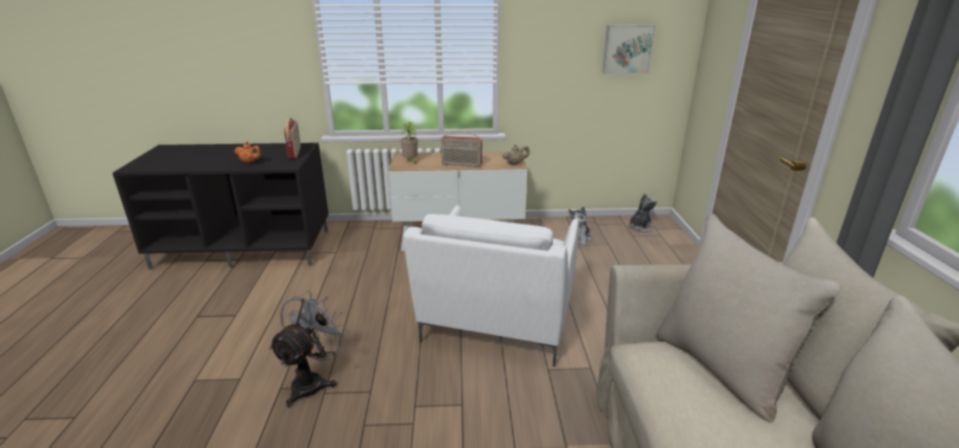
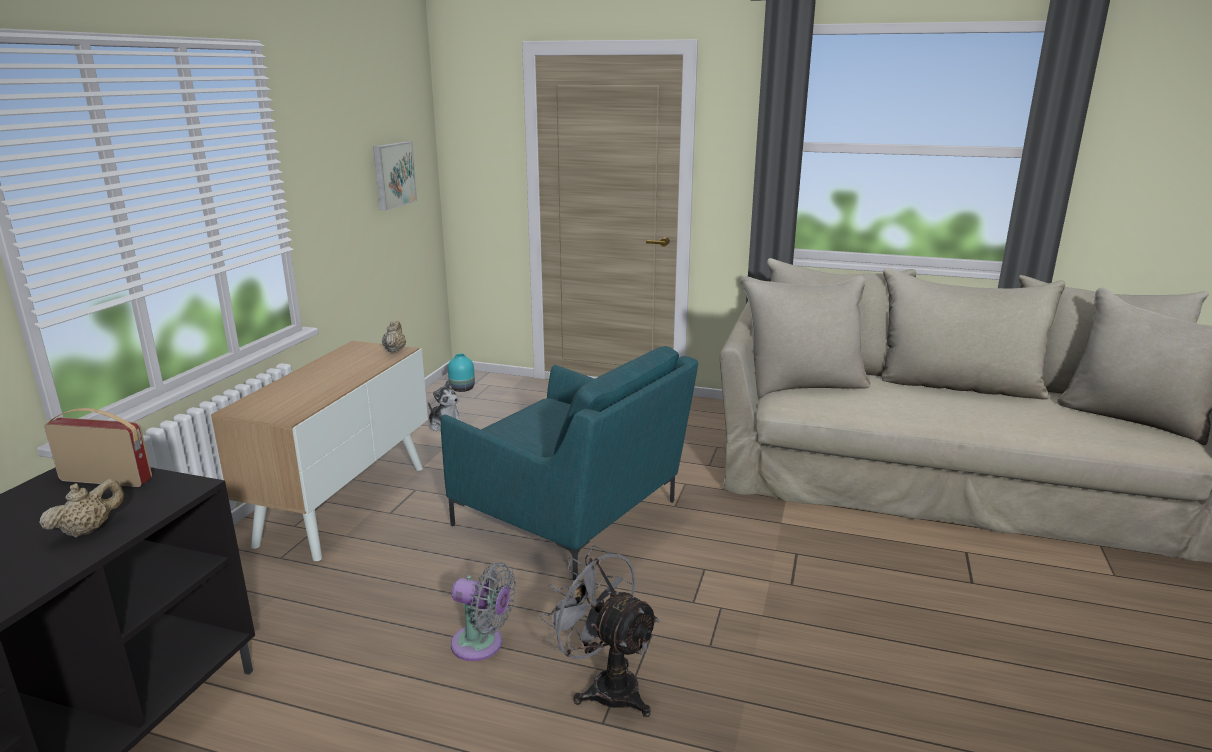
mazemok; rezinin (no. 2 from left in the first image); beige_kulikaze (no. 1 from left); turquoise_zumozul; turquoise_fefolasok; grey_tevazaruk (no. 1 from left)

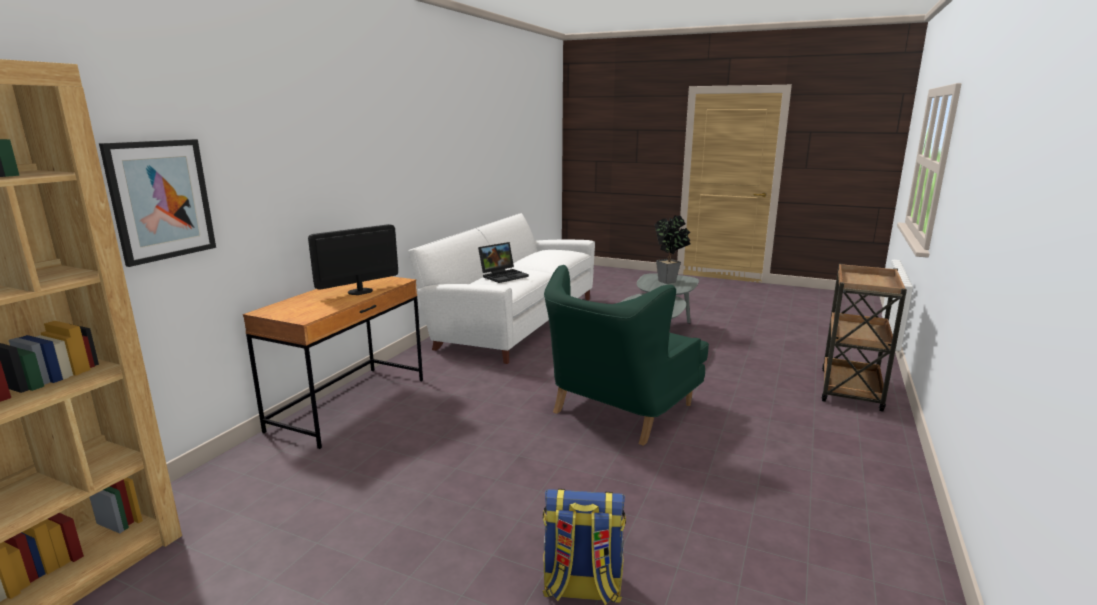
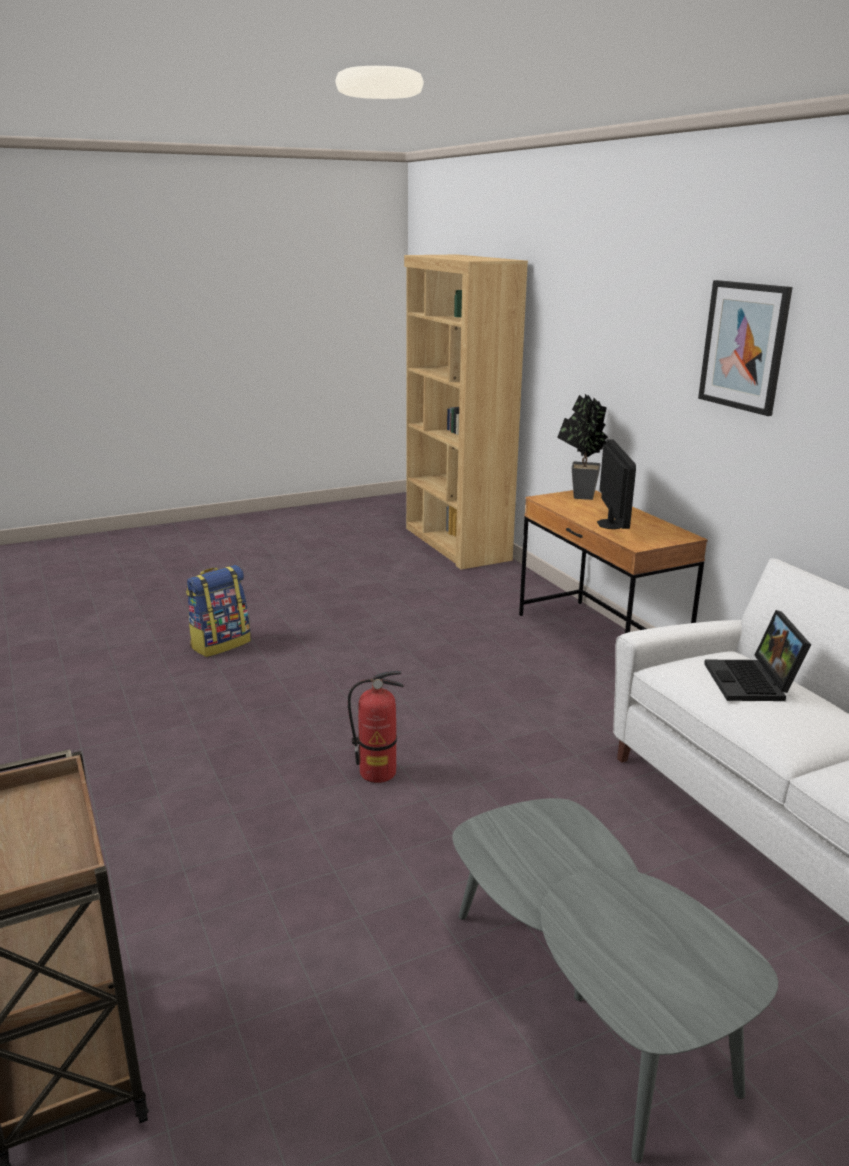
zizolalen; mazemok; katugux

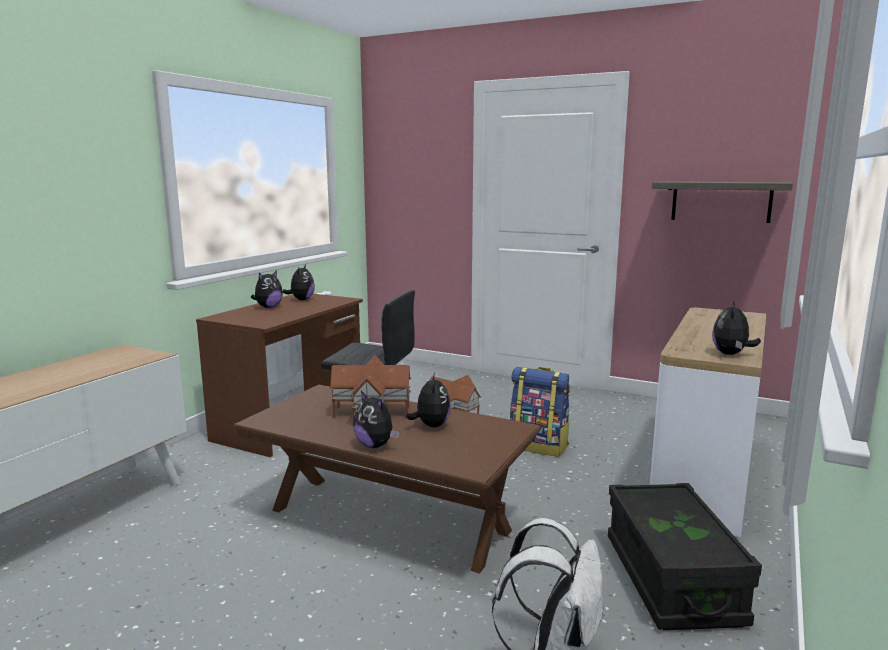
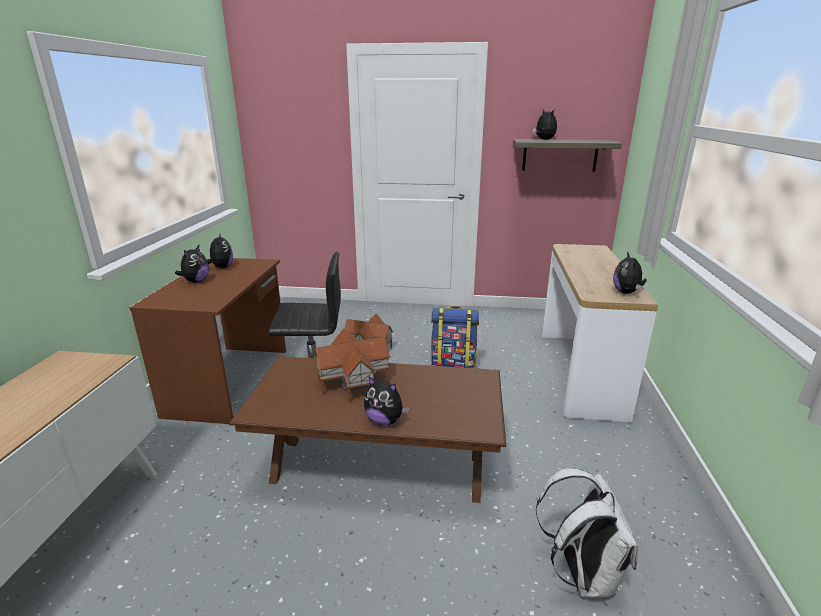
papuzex (no. 4 from left); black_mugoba

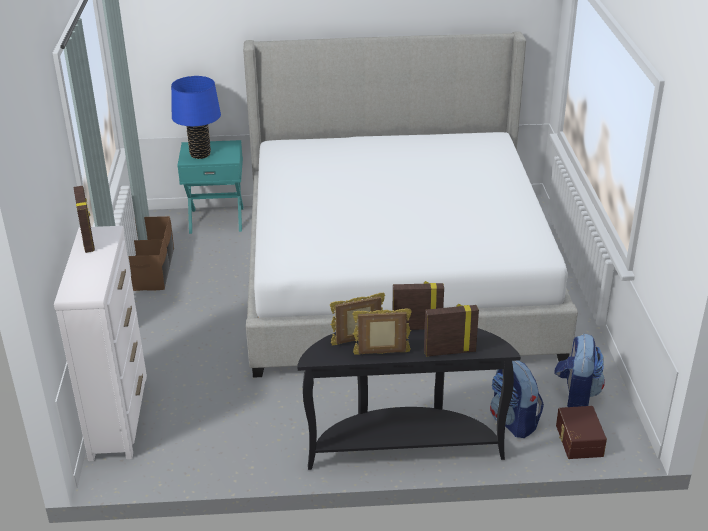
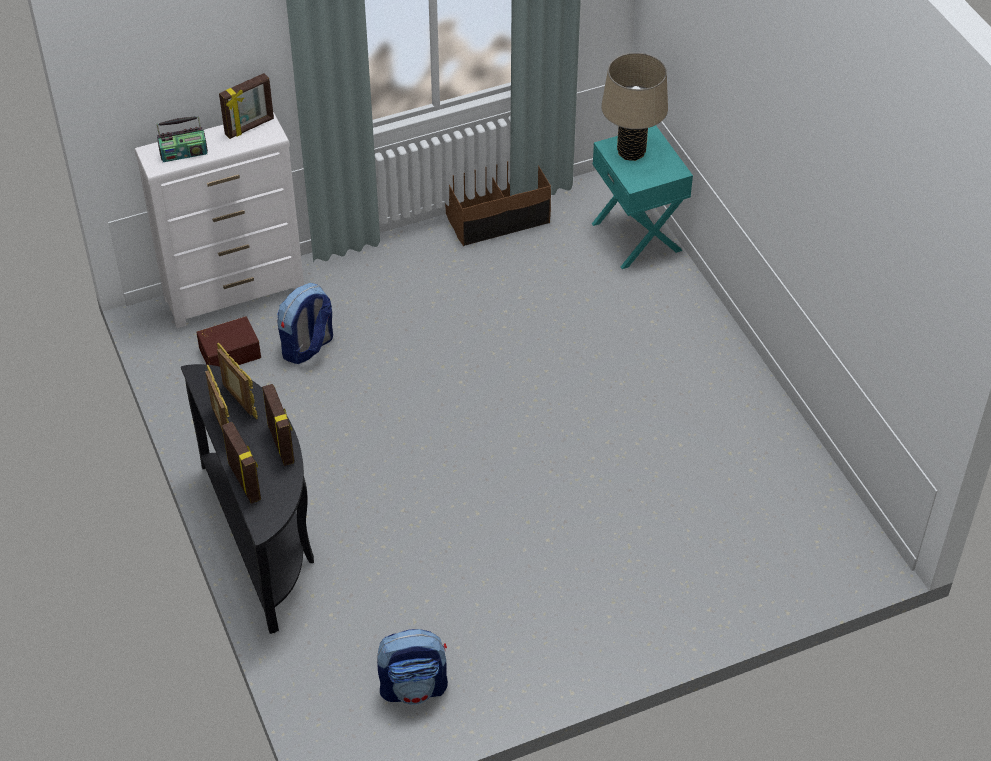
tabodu; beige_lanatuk; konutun (no. 1 from left); brown_mugoba (no. 1 from left); rezinin

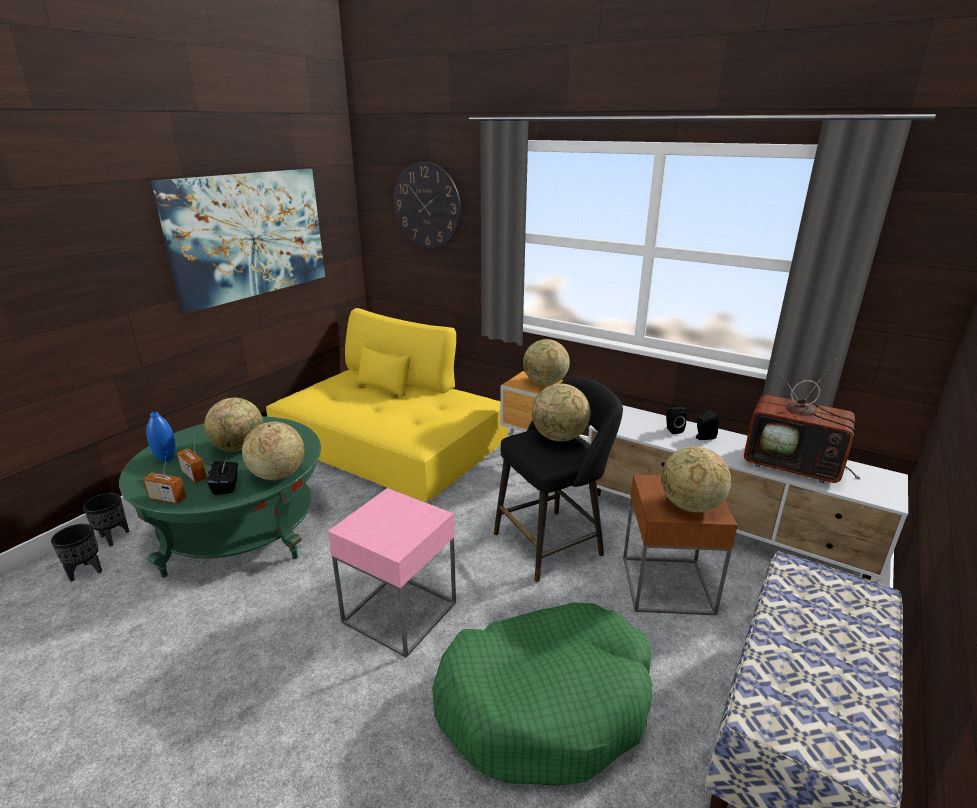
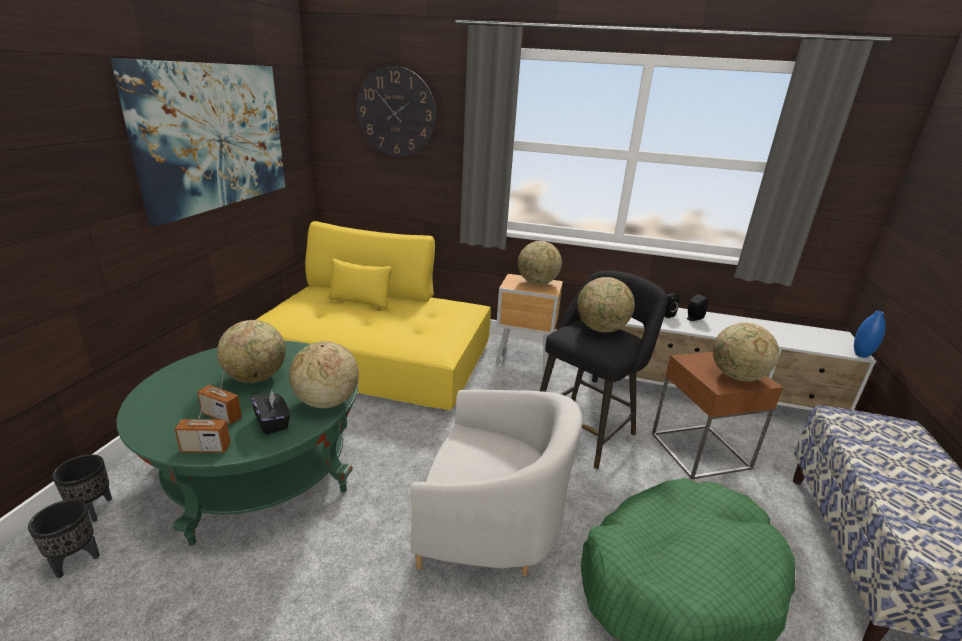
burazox; blue_zumozul; white_fefolasok

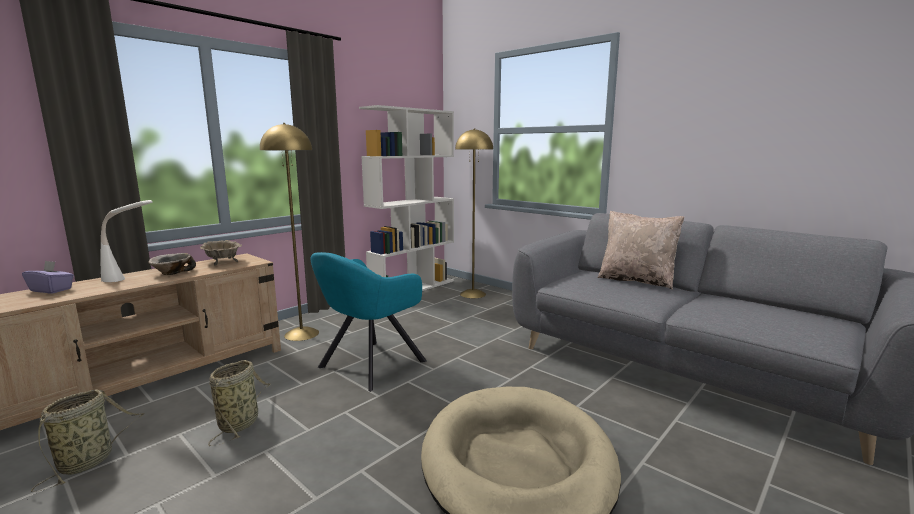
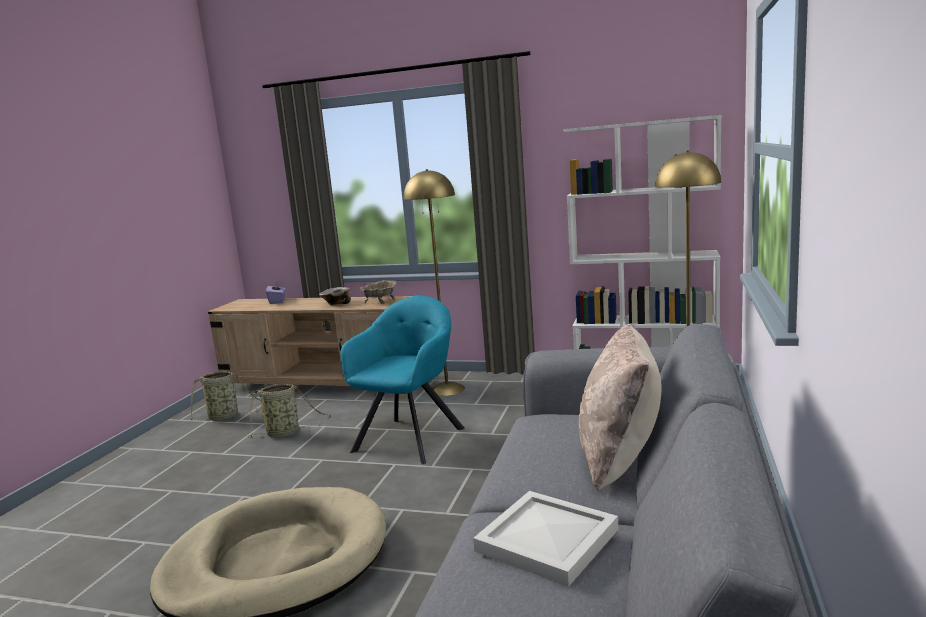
white_lanatuk; turquoise_fefolasok; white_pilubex

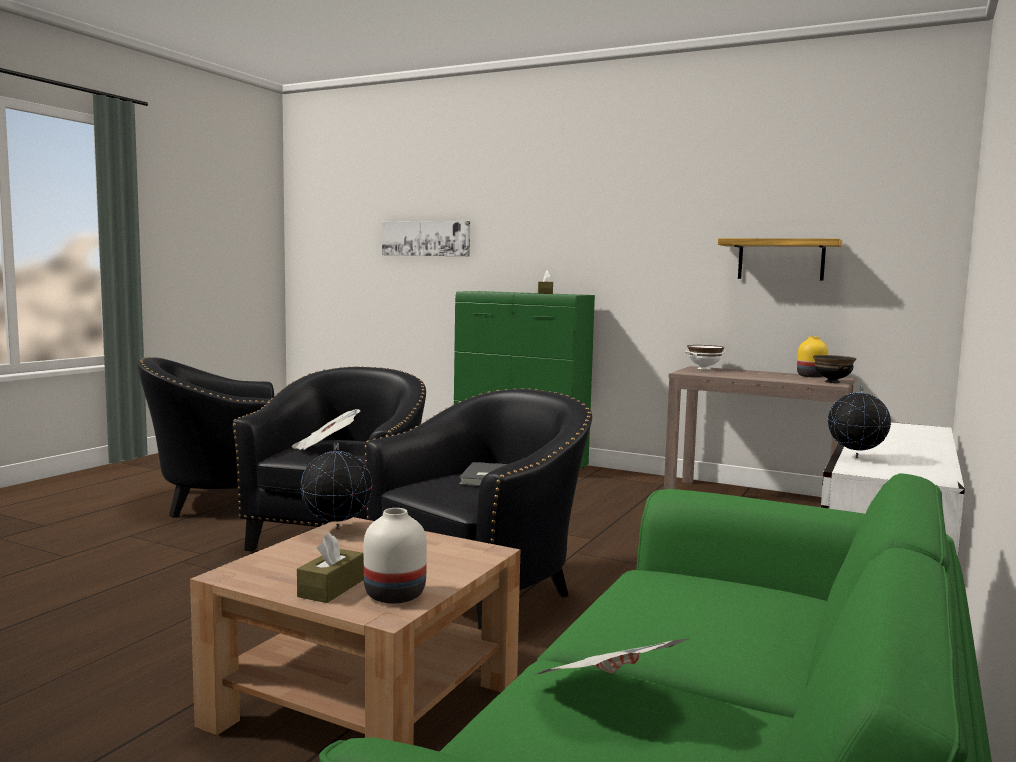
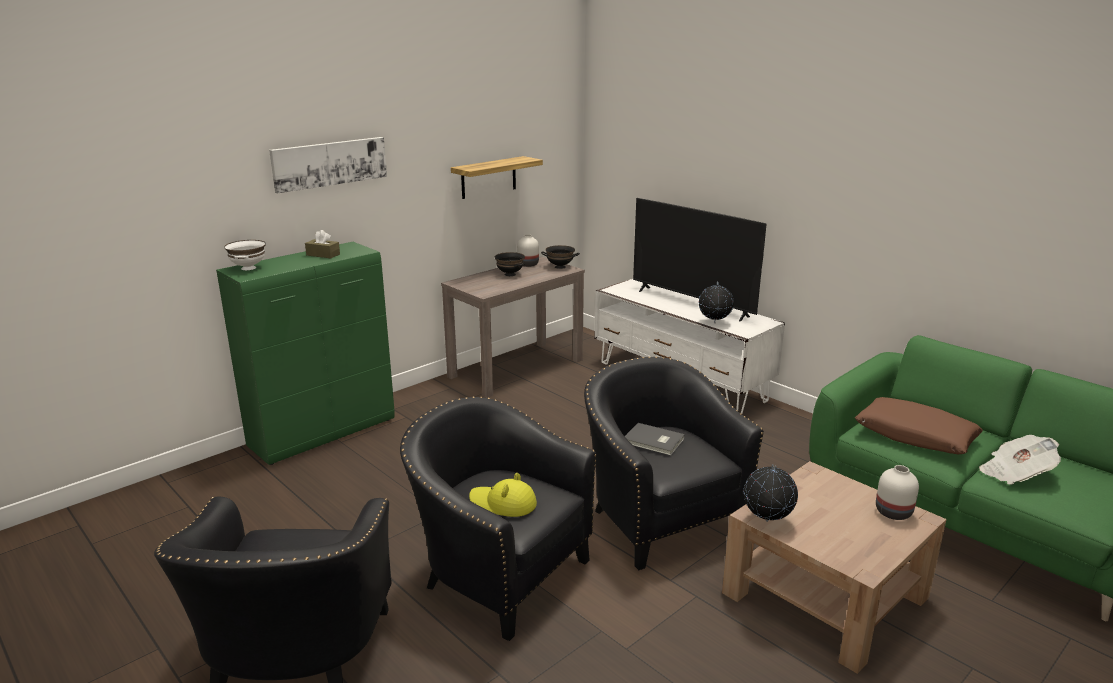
zizolalen; white_zumozul (no. 1 from left); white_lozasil; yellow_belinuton; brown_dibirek (no. 1 from left in the first image); burazox; black_lozasil (no. 1 from left); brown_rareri

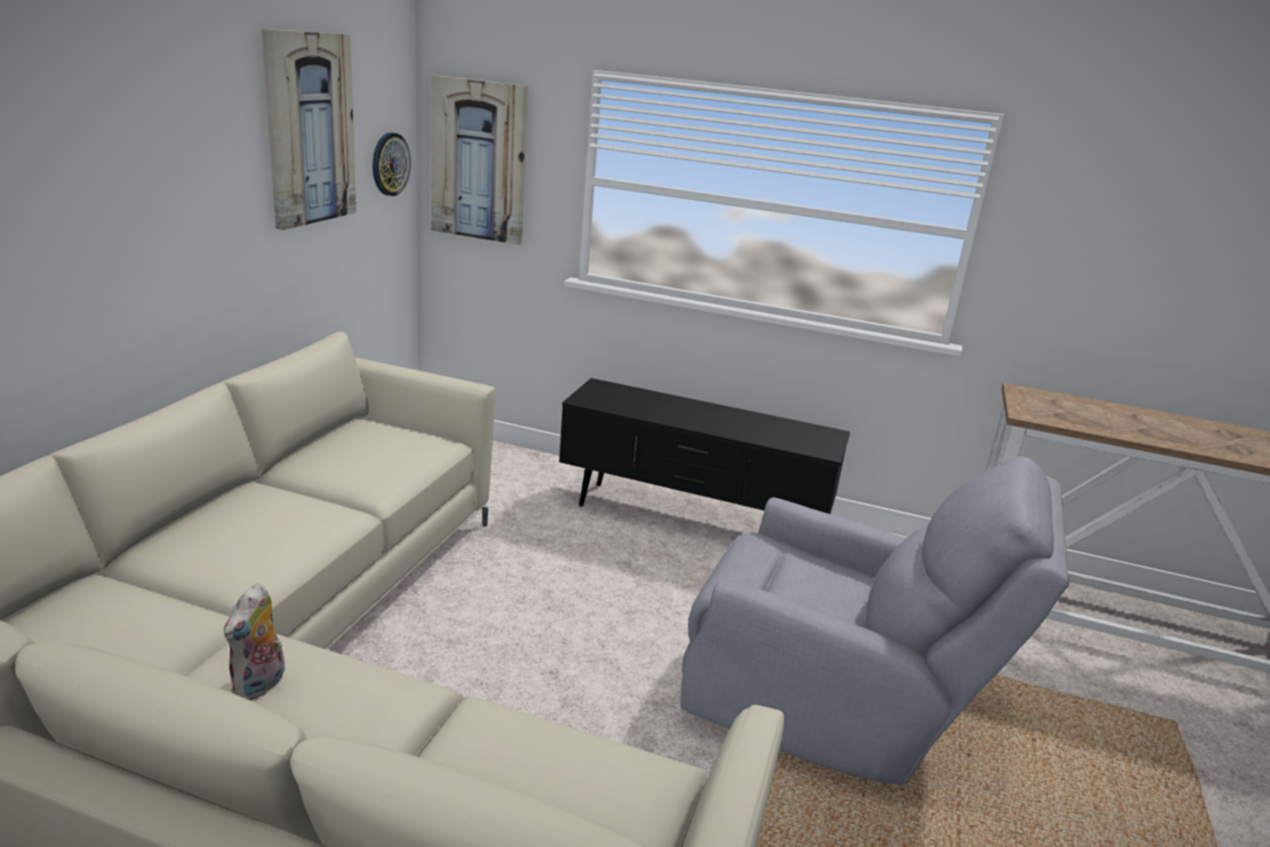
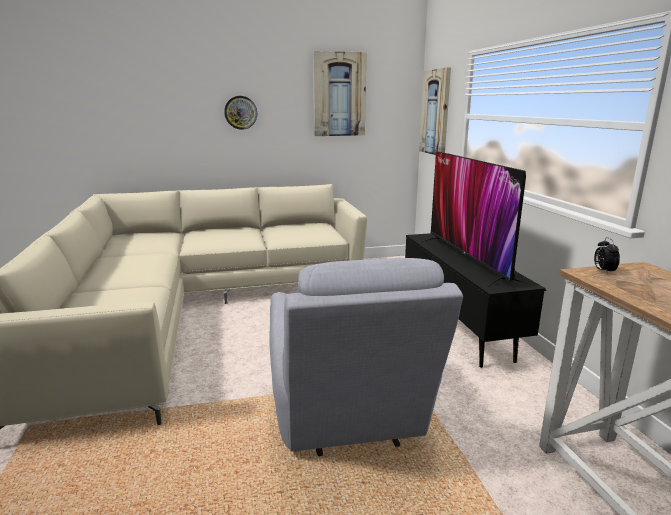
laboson; papuzex; burazox; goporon

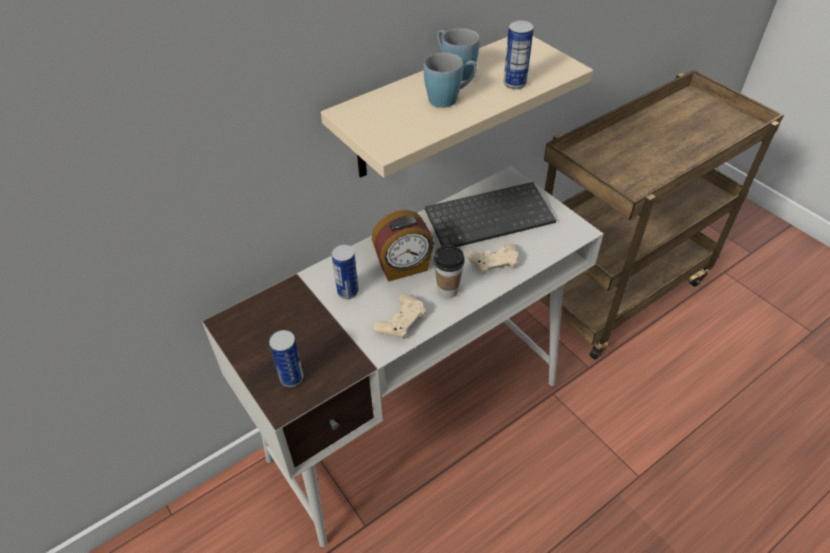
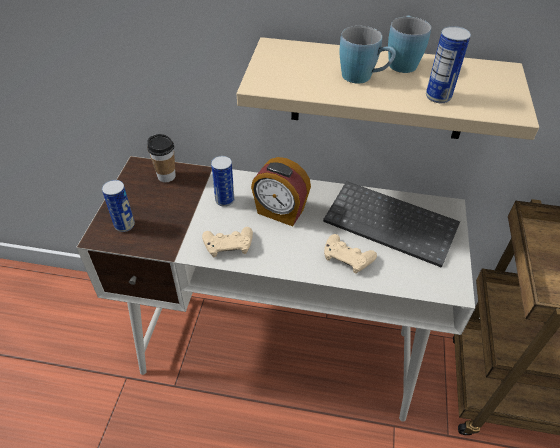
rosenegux

